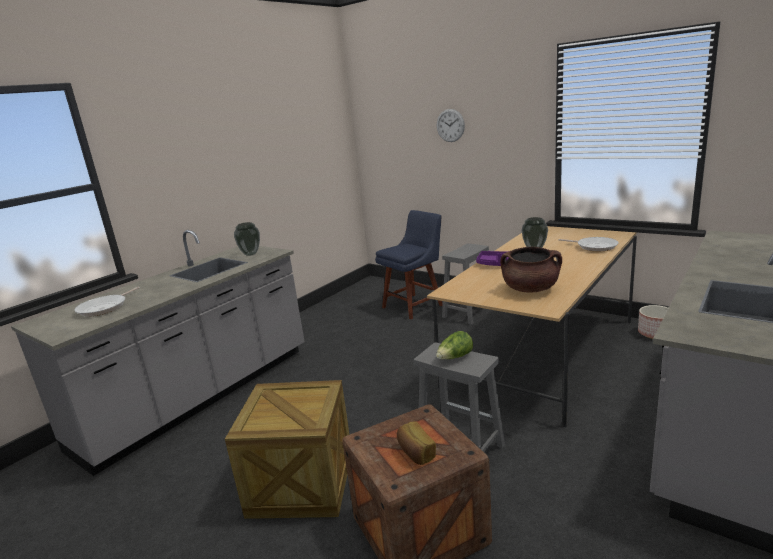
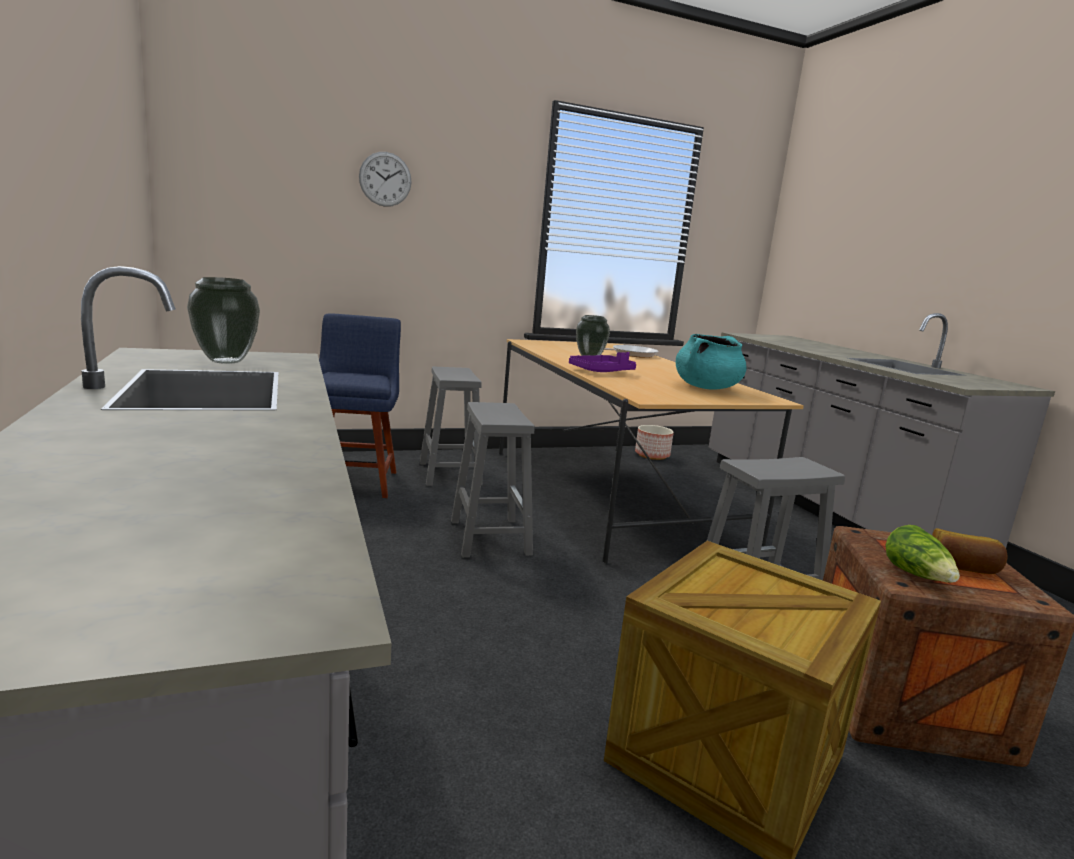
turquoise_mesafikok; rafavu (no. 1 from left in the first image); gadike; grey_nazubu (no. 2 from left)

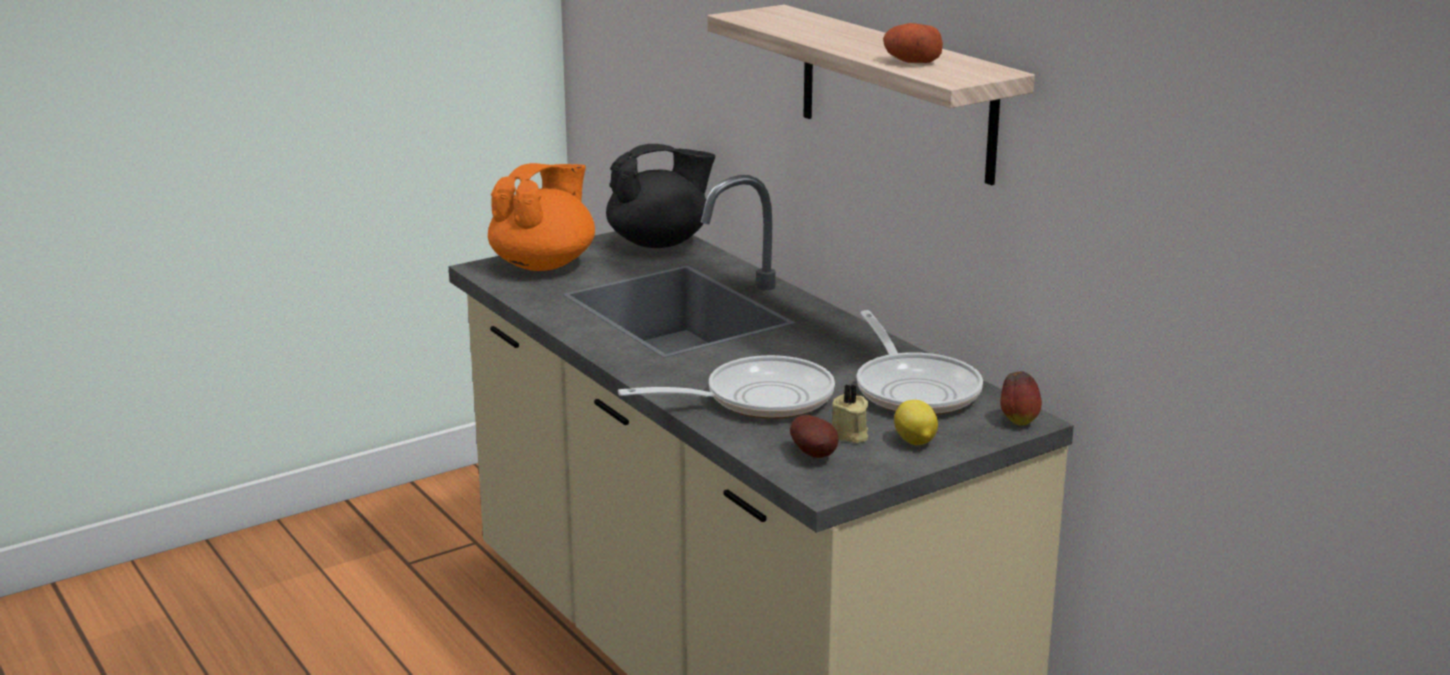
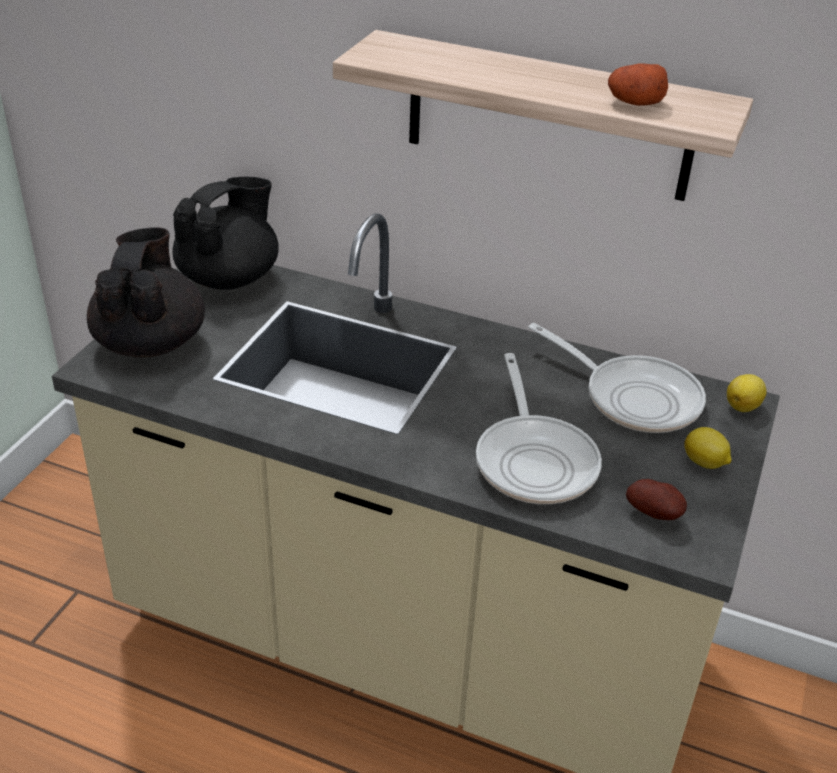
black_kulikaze (no. 1 from left); rafavu (no. 1 from left); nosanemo (no. 2 from left); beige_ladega

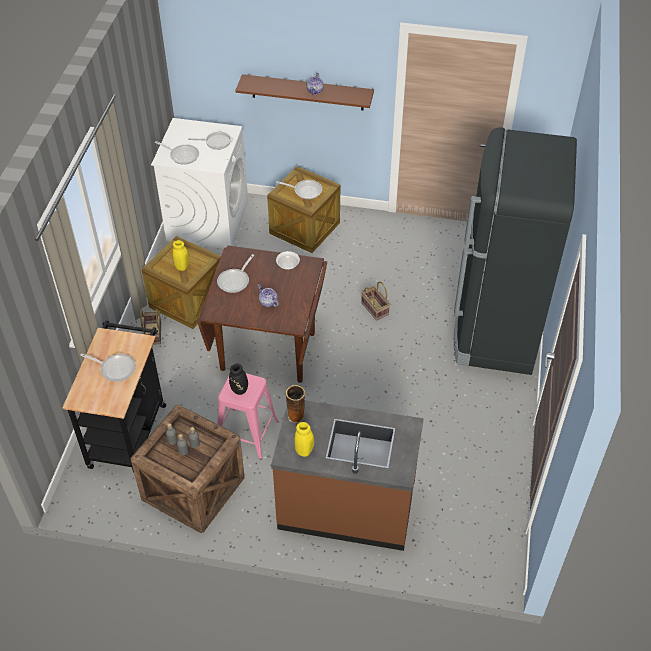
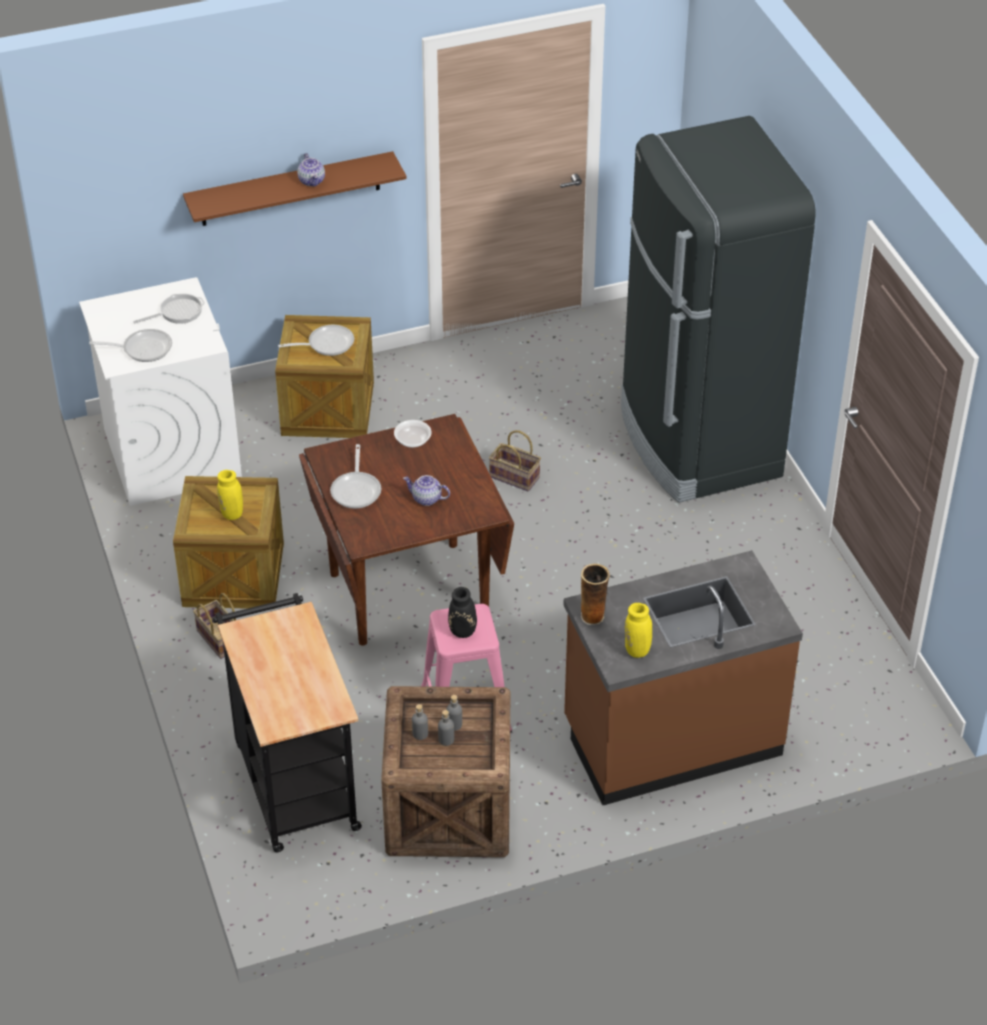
rafavu (no. 1 from left in the first image)

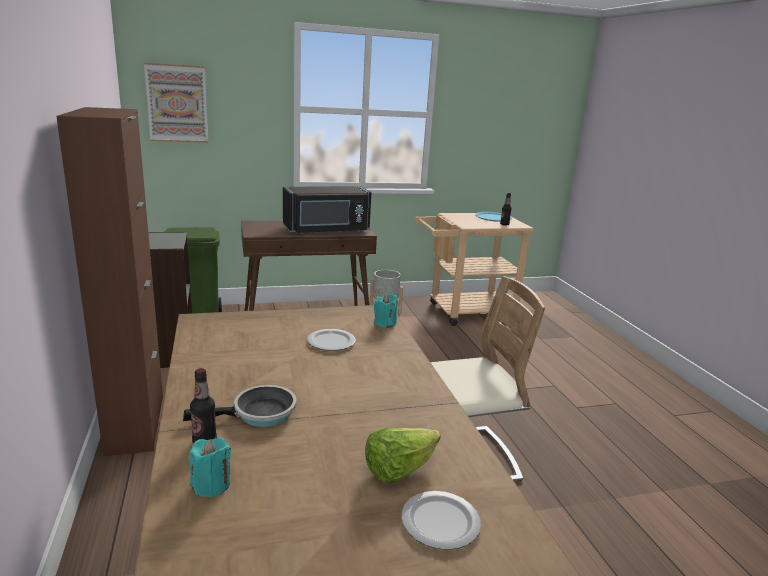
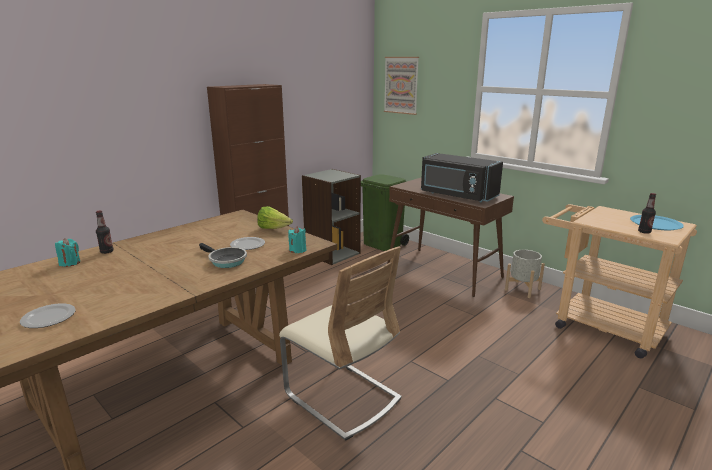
rafavu; gadike

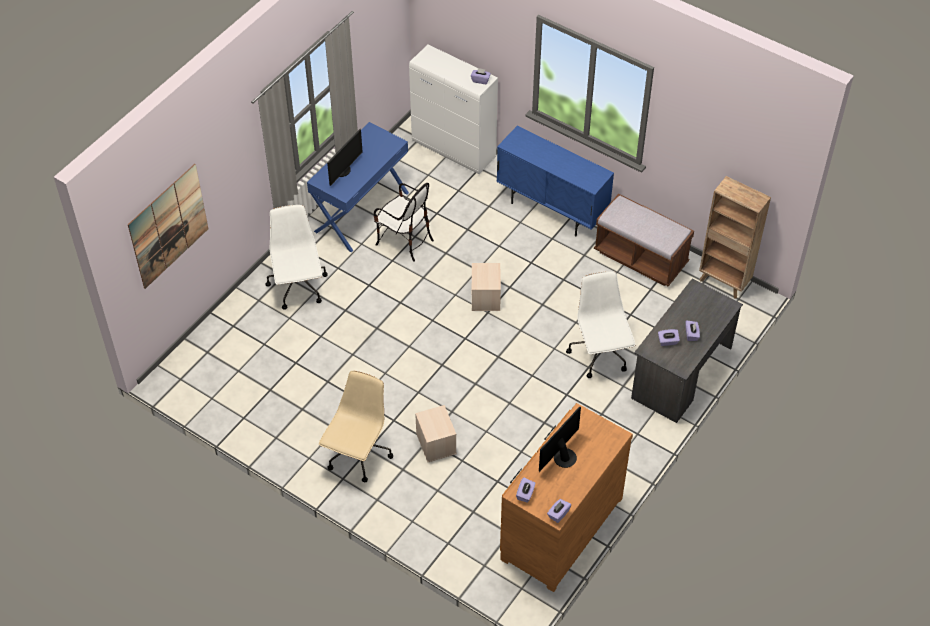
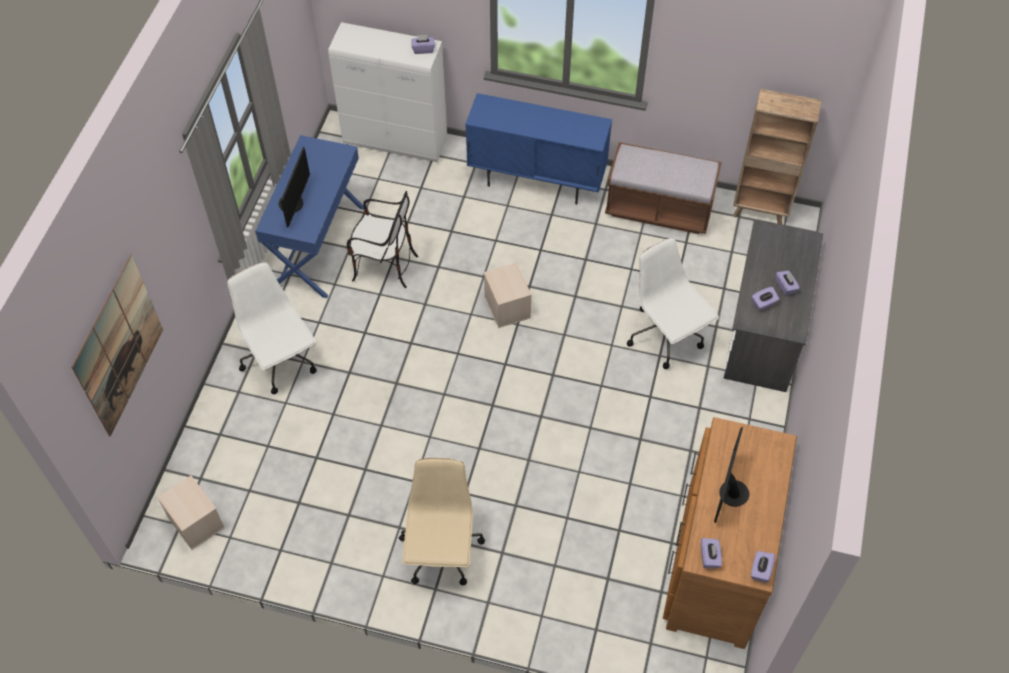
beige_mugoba (no. 1 from left)

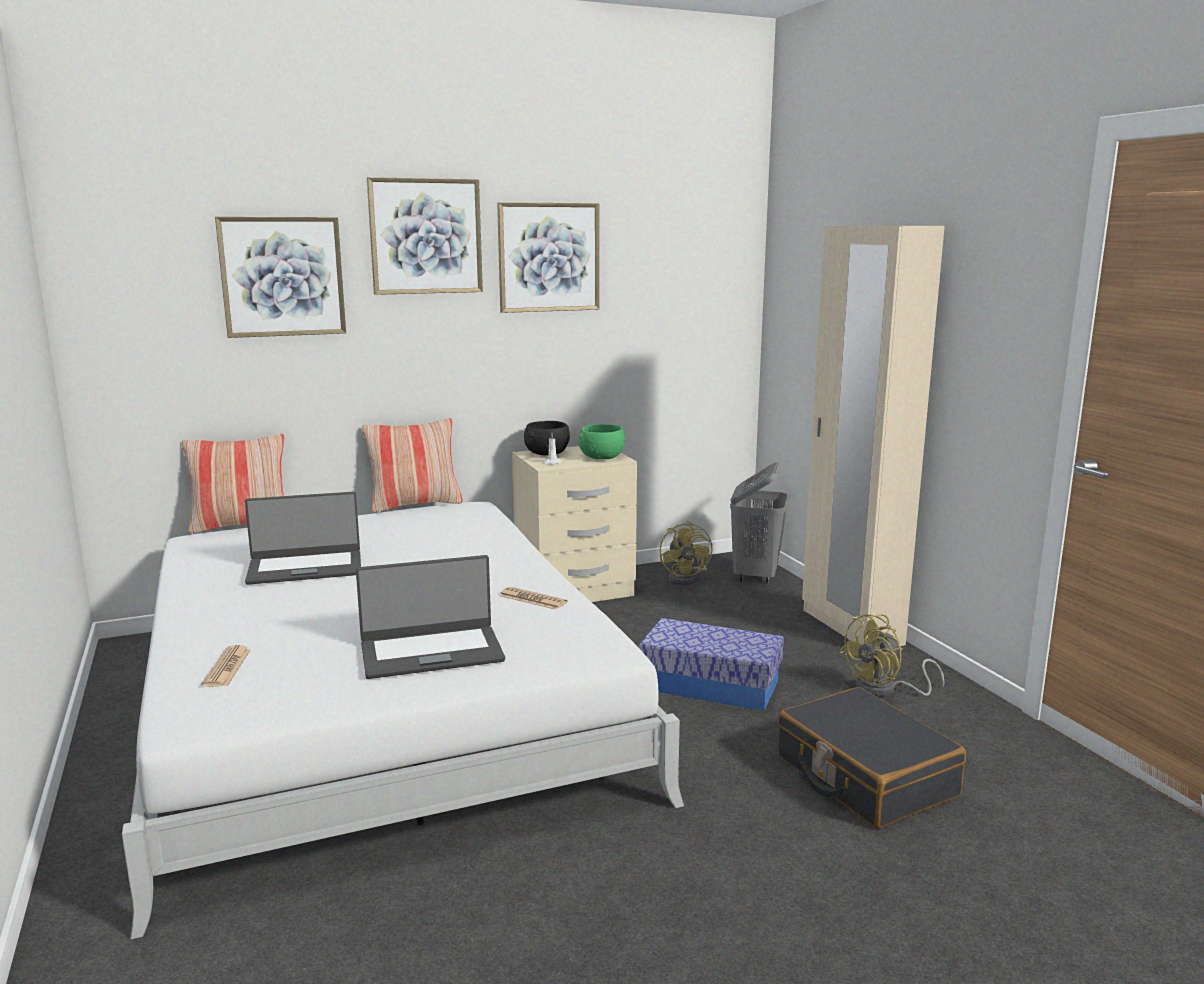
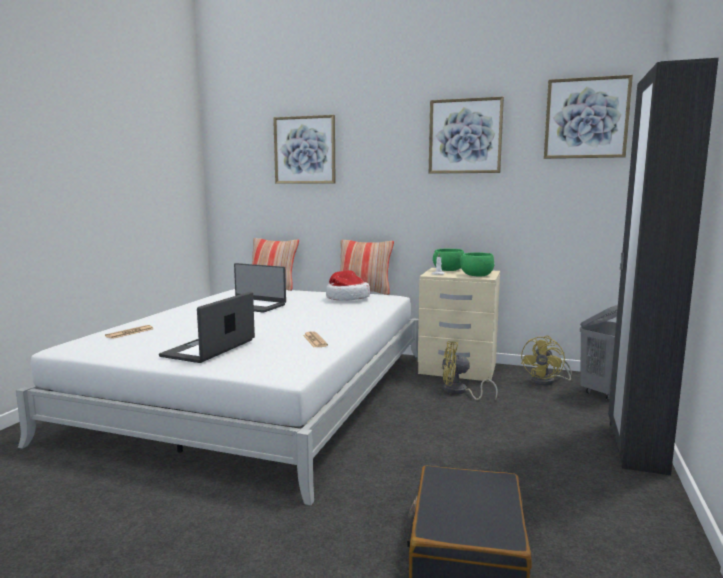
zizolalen (no. 3 from left); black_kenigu; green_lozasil (no. 1 from left); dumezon (no. 1 from left); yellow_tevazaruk (no. 1 from left); mugoba; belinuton

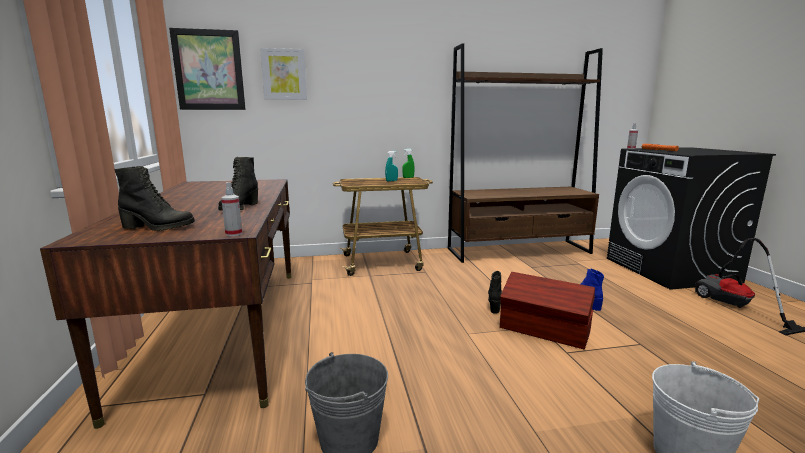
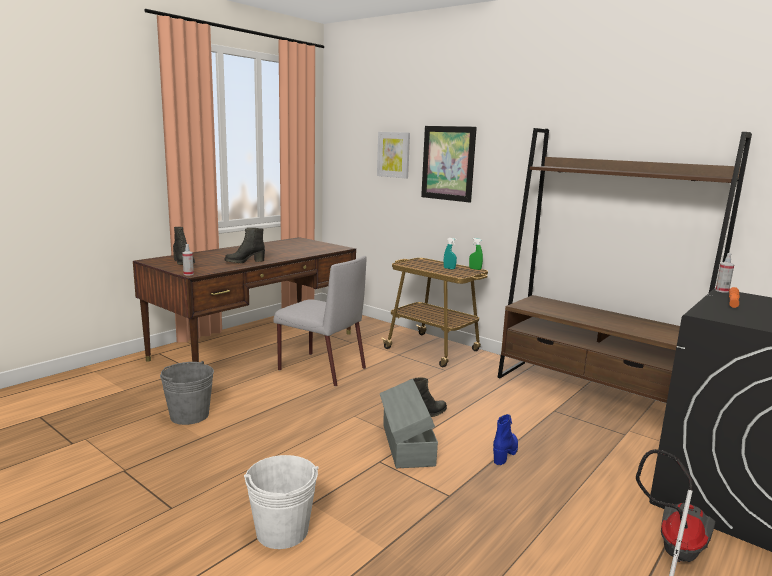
zizolalen (no. 2 from left); grey_mugoba; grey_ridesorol

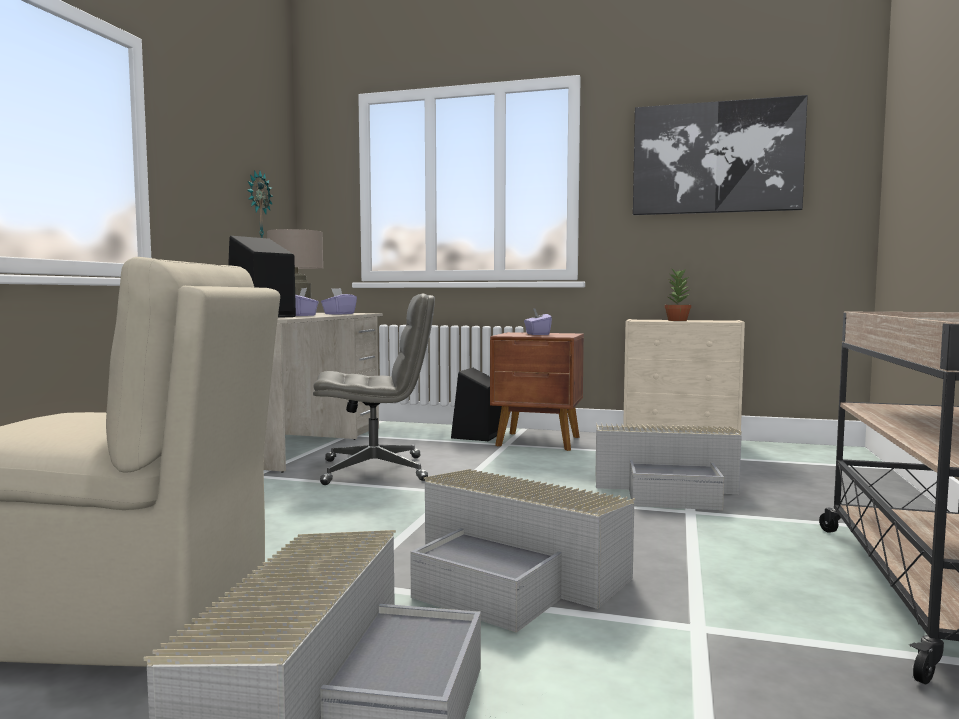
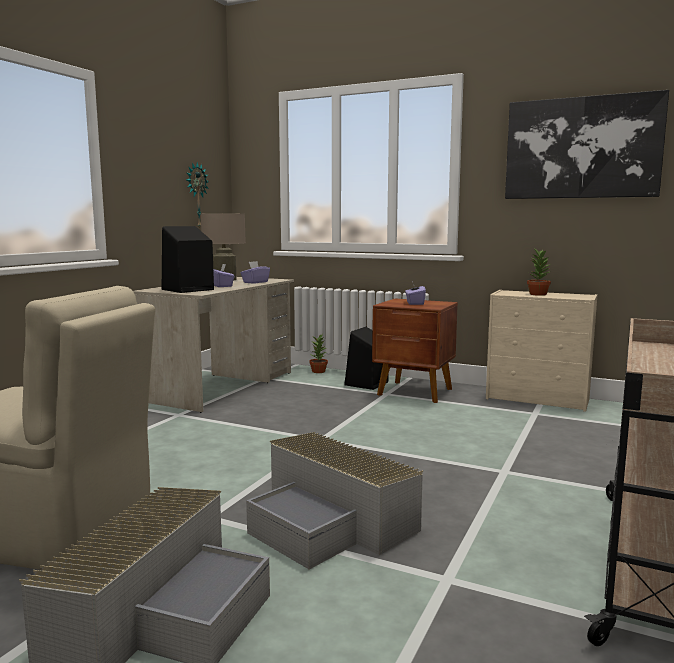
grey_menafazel; grey_mugoba (no. 3 from left in the first image); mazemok (no. 1 from left)

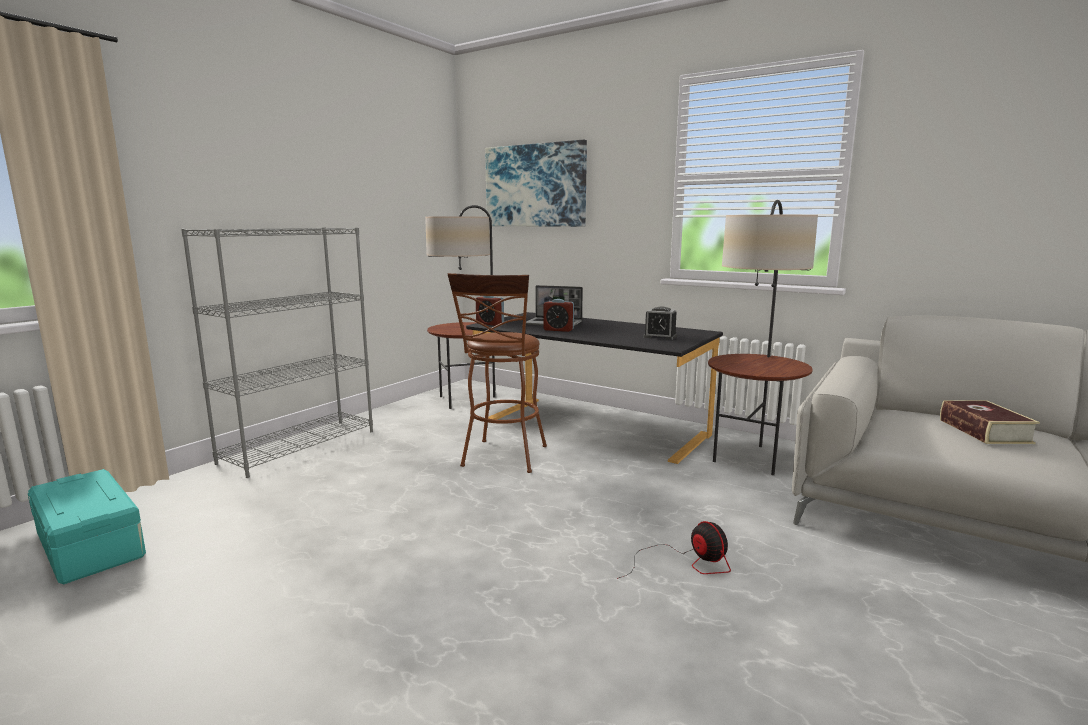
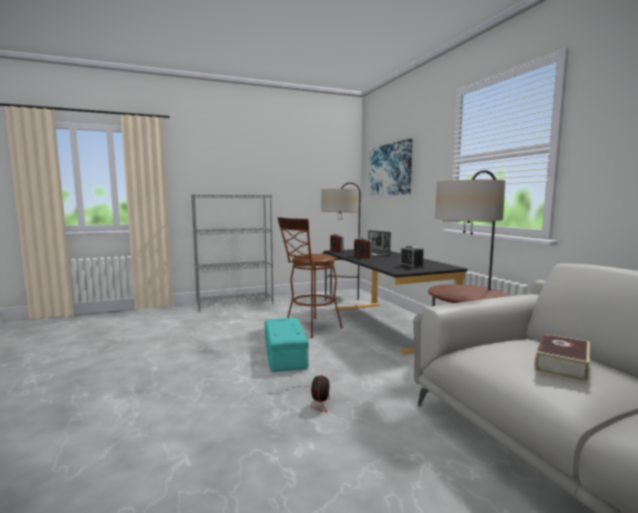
turquoise_mugoba

